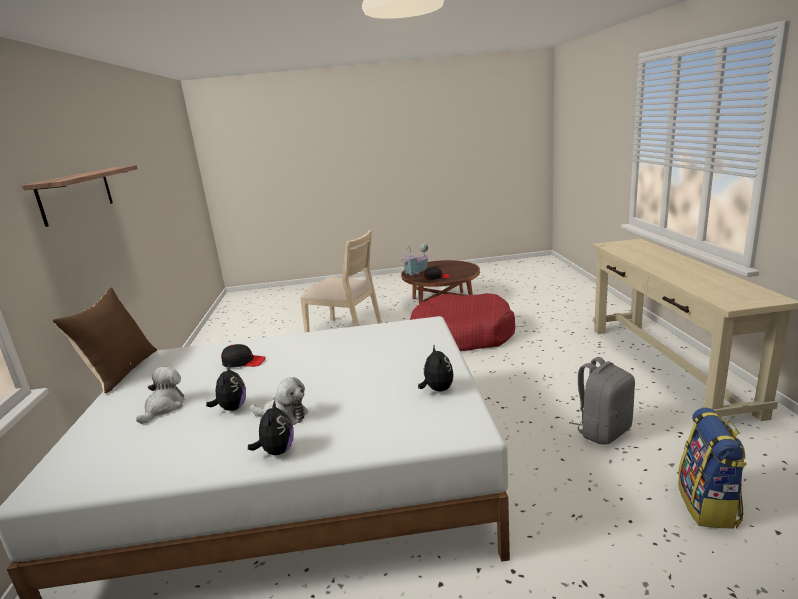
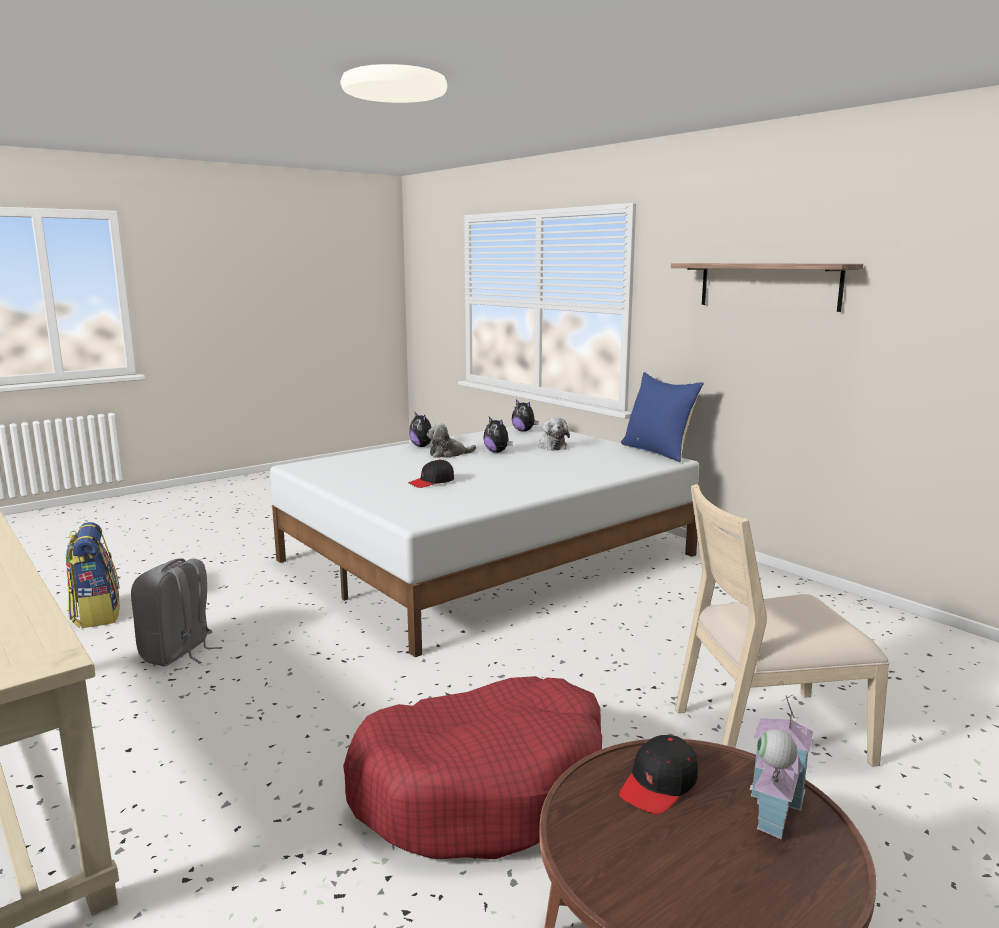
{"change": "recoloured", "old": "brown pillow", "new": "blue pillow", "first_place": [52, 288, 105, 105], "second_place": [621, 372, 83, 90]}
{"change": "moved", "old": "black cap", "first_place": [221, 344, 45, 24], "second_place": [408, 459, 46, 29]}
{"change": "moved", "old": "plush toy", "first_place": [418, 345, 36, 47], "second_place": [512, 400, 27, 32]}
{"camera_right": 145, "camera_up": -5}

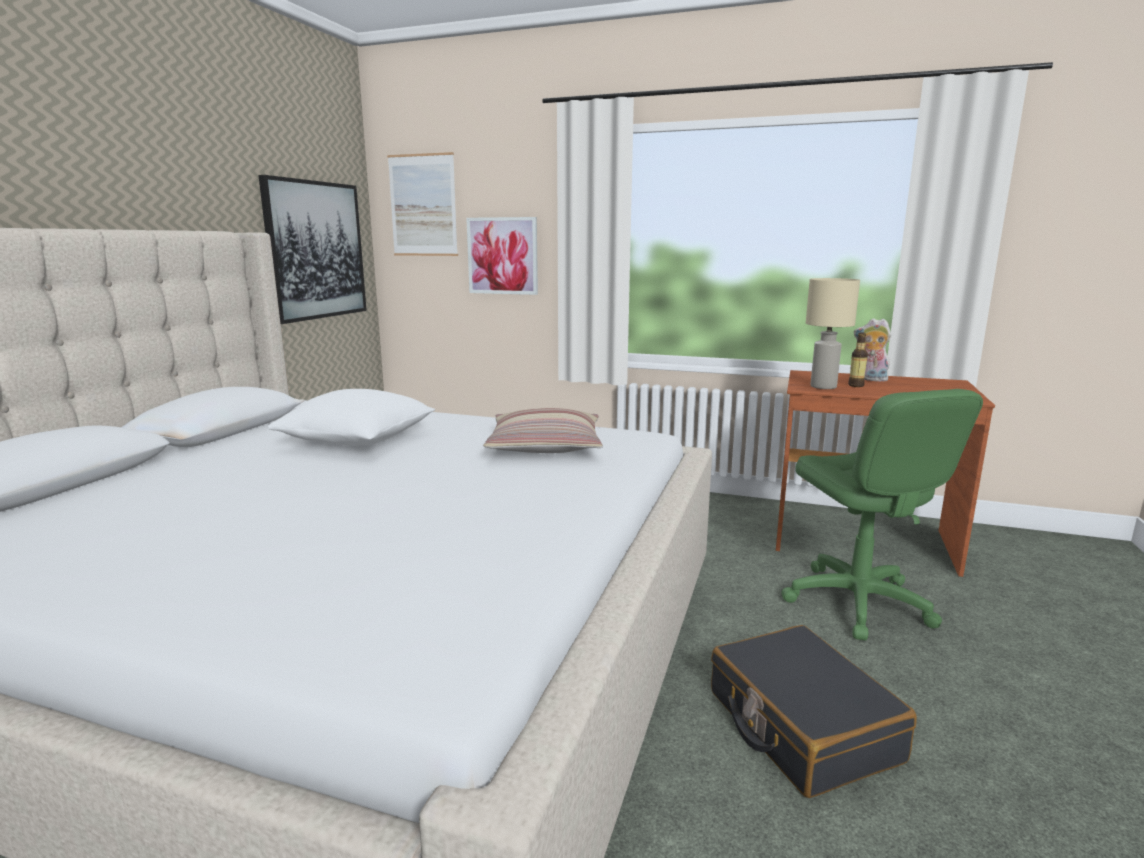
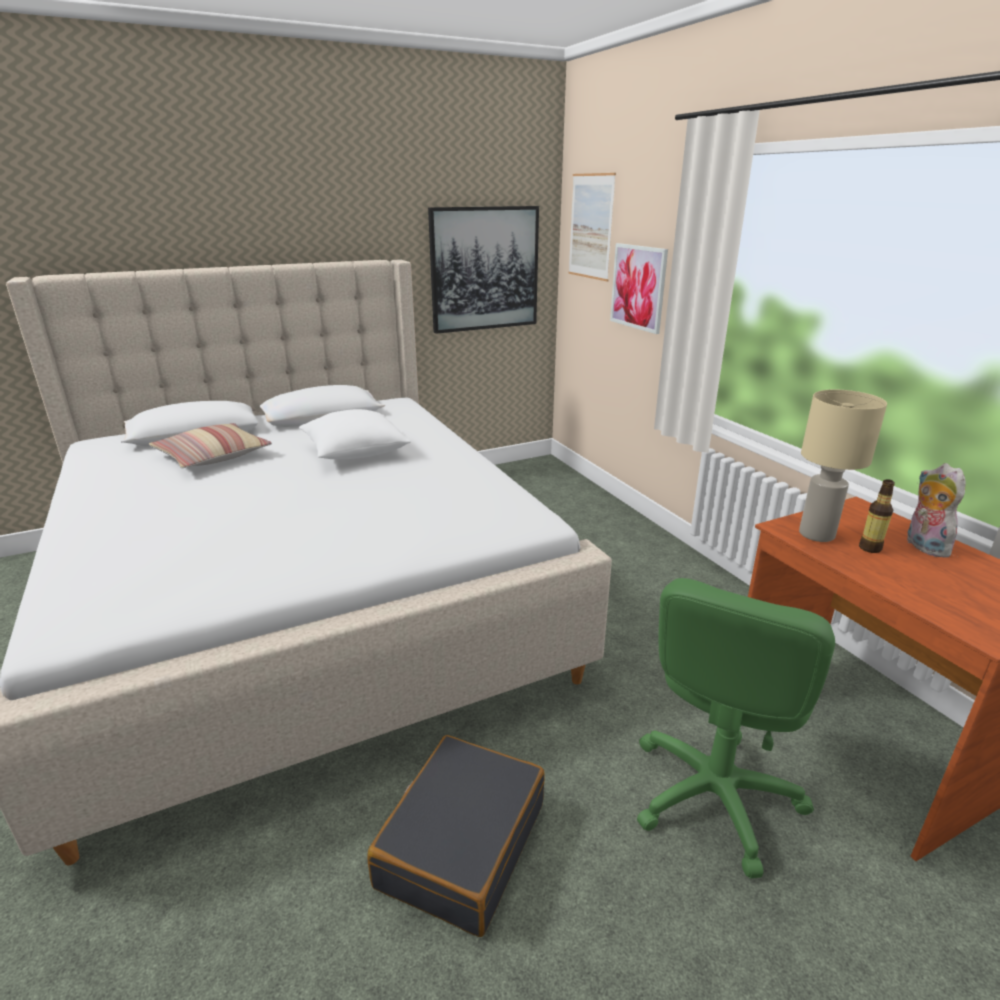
{"change": "moved", "old": "pillow", "first_place": [483, 408, 120, 45], "second_place": [149, 423, 123, 45]}
{"camera_right": 45, "camera_up": 10}

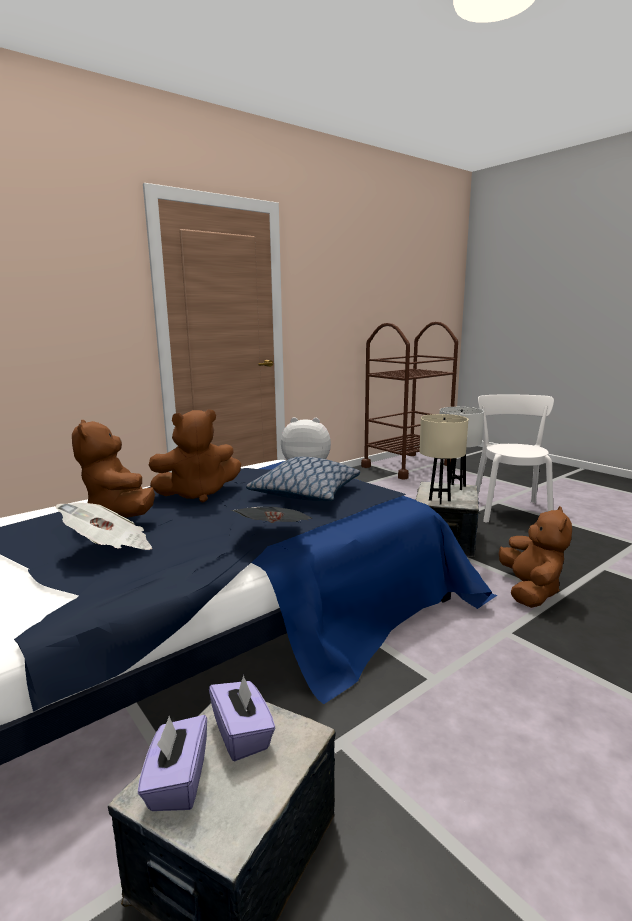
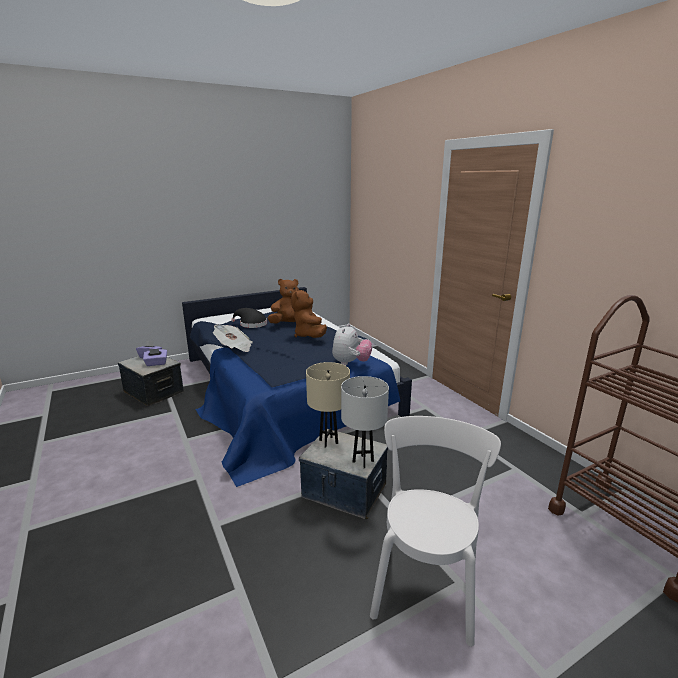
{"change": "turned", "old": "white chair", "first_place": [475, 395, 79, 127], "second_place": [370, 416, 131, 231], "degrees": -90}
{"change": "removed", "old": "pillow", "first_place": [246, 457, 114, 44]}
{"change": "replaced", "old": "newspaper", "new": "black hat", "first_place": [55, 503, 98, 47], "second_place": [231, 308, 36, 20]}
{"change": "removed", "old": "brown plush toy", "first_place": [499, 506, 73, 102]}
{"camera_right": 100, "camera_up": 5}

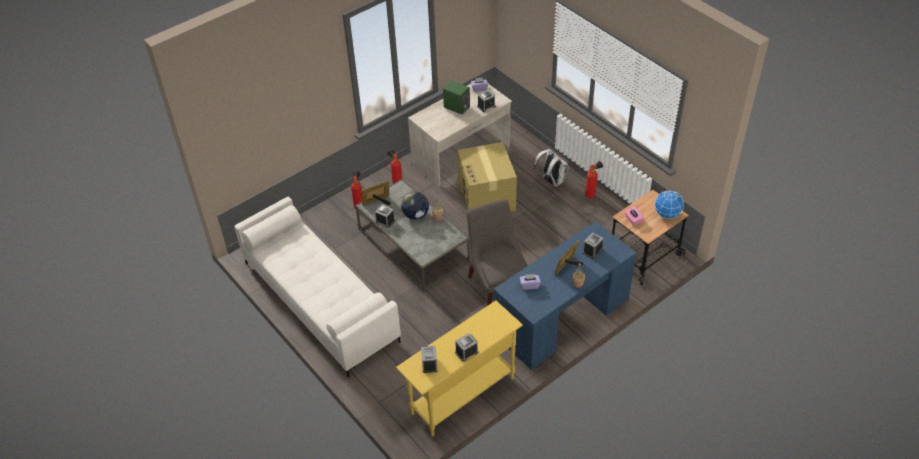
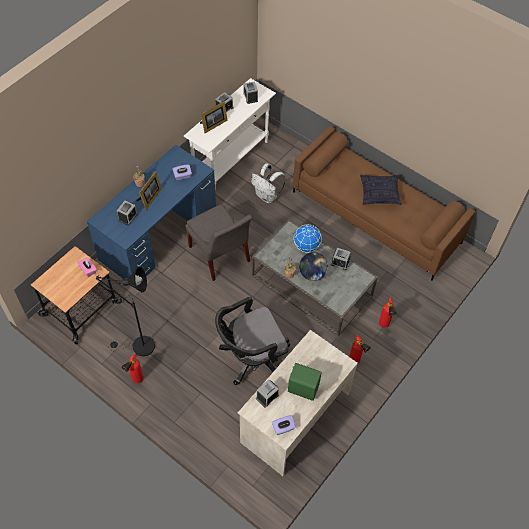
{"change": "replaced", "old": "cardboard box", "new": "black office chair", "first_place": [457, 142, 60, 70], "second_place": [215, 297, 75, 88]}
{"change": "moved", "old": "white backpack", "first_place": [534, 148, 35, 39], "second_place": [251, 163, 35, 40]}
{"change": "moved", "old": "picture frame", "first_place": [362, 181, 29, 24], "second_place": [200, 101, 28, 32]}
{"change": "moved", "old": "globe", "first_place": [654, 190, 30, 29], "second_place": [294, 225, 28, 28]}
{"change": "recoloured", "old": "white sofa", "new": "brown sofa", "first_place": [235, 197, 166, 180], "second_place": [293, 126, 182, 154]}
{"change": "recoloured", "old": "yellow console table", "new": "white console table", "first_place": [396, 300, 127, 137], "second_place": [184, 78, 92, 108]}
{"change": "added", "new": "pillow", "second_place": [360, 174, 42, 31]}
{"change": "added", "new": "black floor lamp", "second_place": [96, 267, 59, 89]}
{"camera_right": 165, "camera_up": 10}

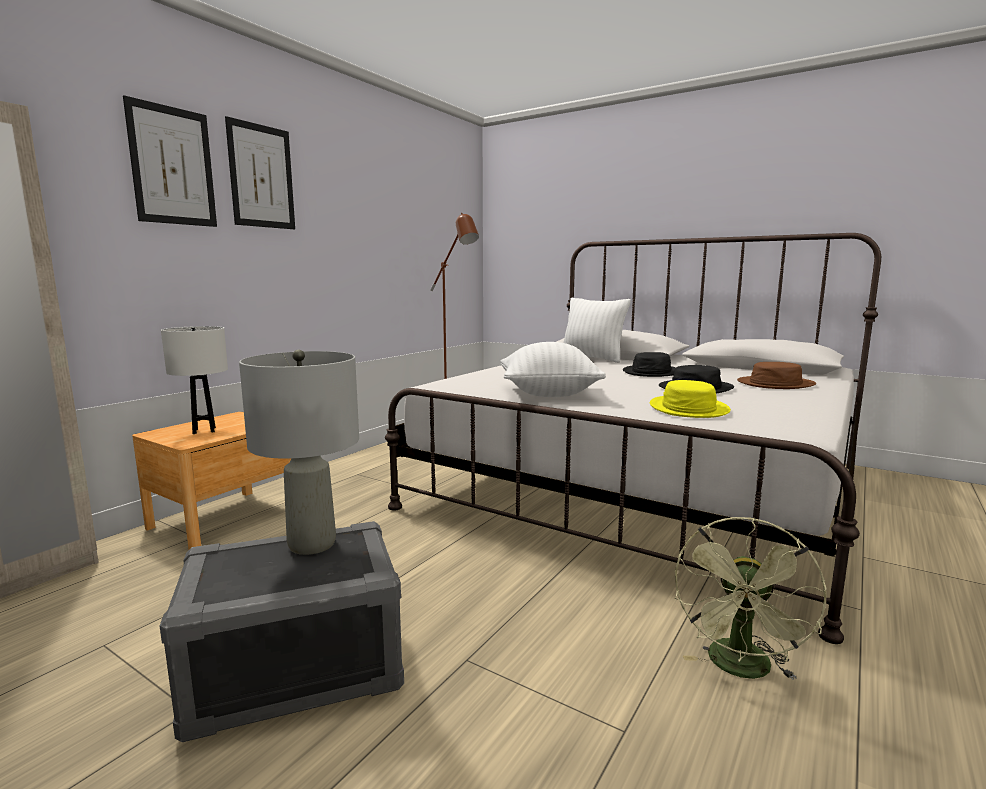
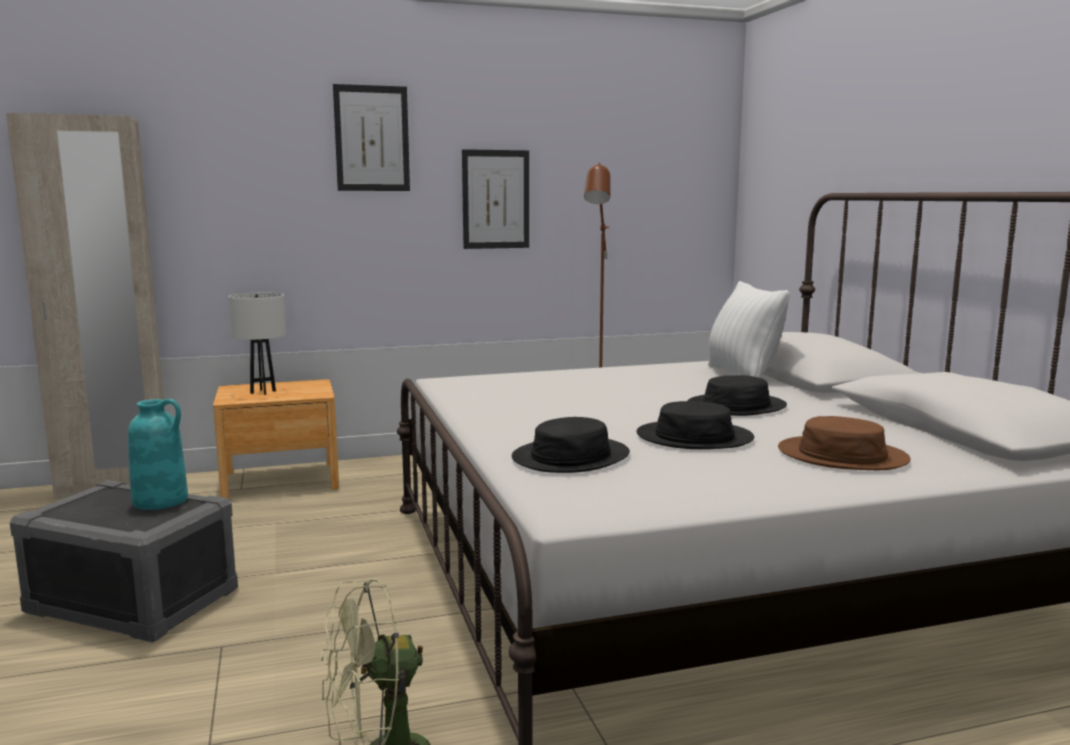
{"change": "moved", "old": "picture", "first_place": [123, 95, 94, 132], "second_place": [462, 149, 67, 100]}
{"change": "removed", "old": "white pillow", "first_place": [501, 342, 105, 55]}
{"change": "replaced", "old": "grey table lamp", "new": "turquoise vase", "first_place": [239, 350, 120, 205], "second_place": [128, 399, 60, 111]}
{"change": "recoloured", "old": "yellow hat", "new": "black hat", "first_place": [650, 380, 81, 38], "second_place": [512, 417, 118, 56]}
{"camera_right": 40, "camera_up": 0}

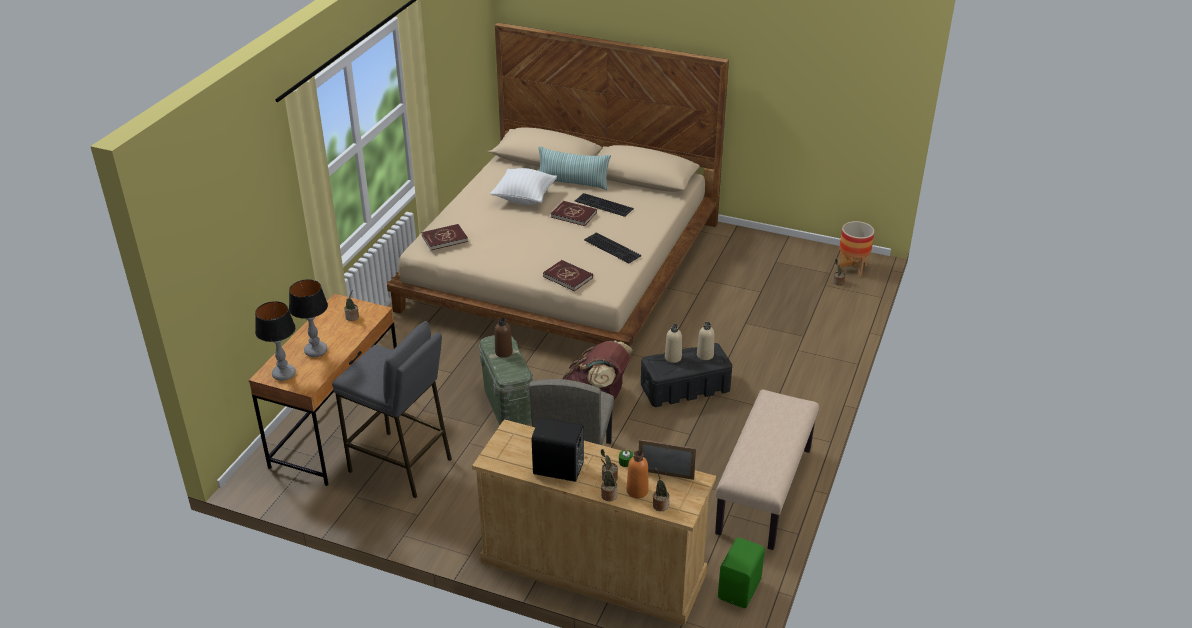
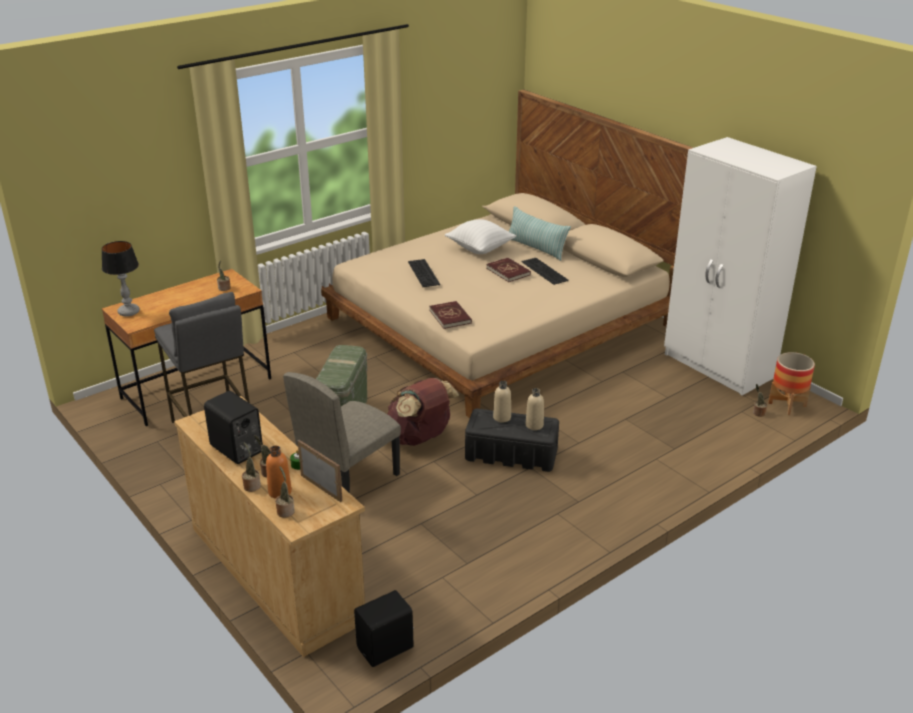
{"change": "removed", "old": "red book", "first_place": [422, 224, 46, 26]}
{"change": "moved", "old": "keyboard", "first_place": [584, 232, 57, 31], "second_place": [408, 259, 32, 28]}
{"change": "removed", "old": "table lamp", "first_place": [289, 279, 39, 78]}
{"change": "removed", "old": "brown bottle", "first_place": [495, 318, 18, 40]}
{"change": "removed", "old": "beige bench", "first_place": [715, 389, 104, 161]}
{"change": "recoloured", "old": "green speaker", "new": "black speaker", "first_place": [718, 538, 47, 70], "second_place": [354, 590, 60, 77]}
{"change": "added", "new": "white wardrobe", "second_place": [664, 137, 153, 258]}
{"camera_right": 30, "camera_up": -5}

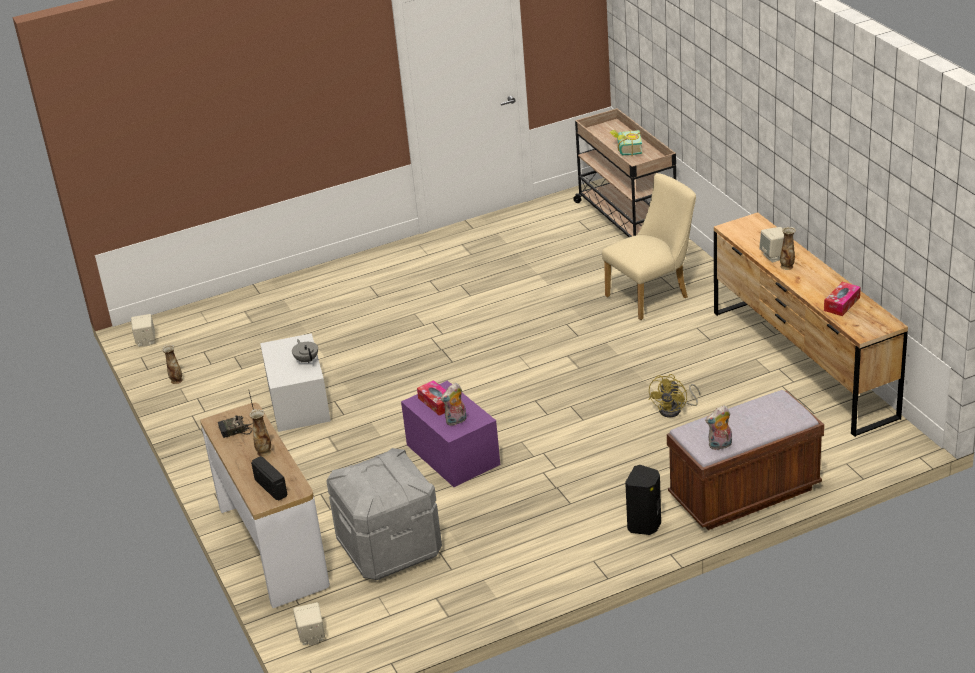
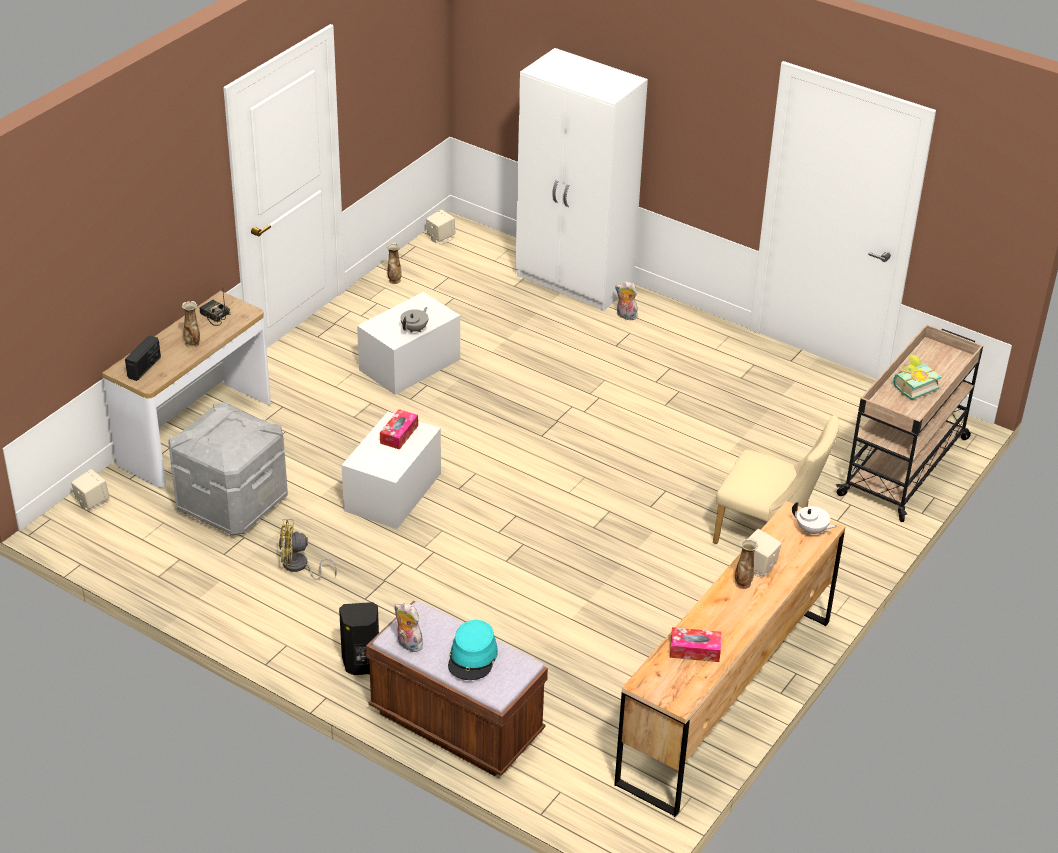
{"change": "moved", "old": "yellow fan", "first_place": [649, 374, 51, 43], "second_place": [279, 519, 58, 61]}
{"change": "recoloured", "old": "purple storage box", "new": "white storage box", "first_place": [401, 380, 99, 107], "second_place": [342, 412, 99, 117]}
{"change": "moved", "old": "plush toy", "first_place": [440, 383, 27, 43], "second_place": [615, 281, 23, 39]}
{"change": "added", "new": "white wardrobe", "second_place": [516, 48, 132, 263]}
{"change": "added", "new": "white teapot", "second_place": [792, 502, 46, 33]}
{"change": "added", "new": "turquoise hat", "second_place": [448, 620, 50, 60]}
{"camera_right": 55, "camera_up": 5}

